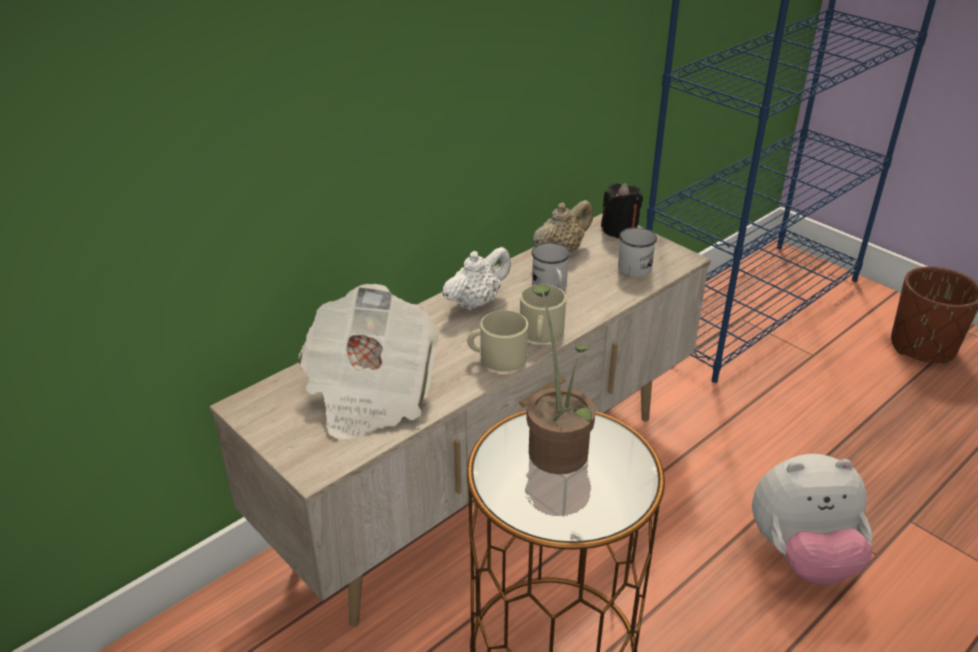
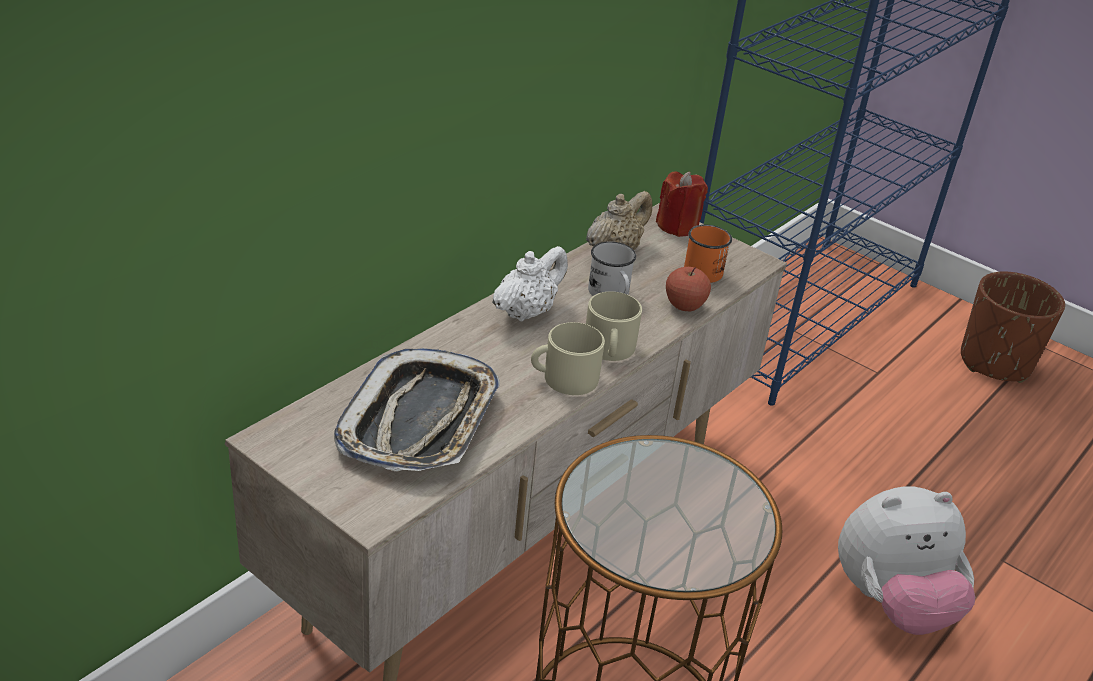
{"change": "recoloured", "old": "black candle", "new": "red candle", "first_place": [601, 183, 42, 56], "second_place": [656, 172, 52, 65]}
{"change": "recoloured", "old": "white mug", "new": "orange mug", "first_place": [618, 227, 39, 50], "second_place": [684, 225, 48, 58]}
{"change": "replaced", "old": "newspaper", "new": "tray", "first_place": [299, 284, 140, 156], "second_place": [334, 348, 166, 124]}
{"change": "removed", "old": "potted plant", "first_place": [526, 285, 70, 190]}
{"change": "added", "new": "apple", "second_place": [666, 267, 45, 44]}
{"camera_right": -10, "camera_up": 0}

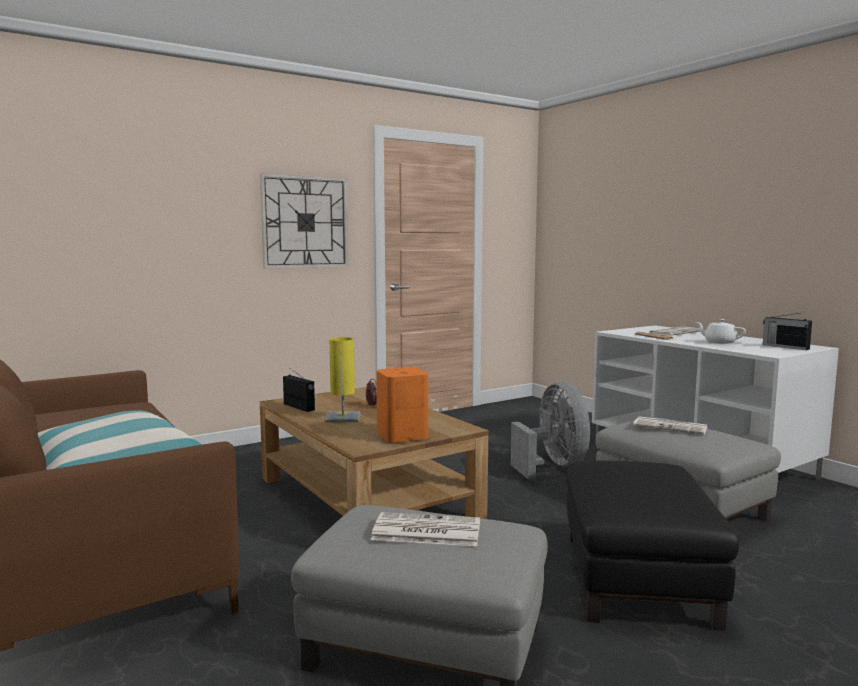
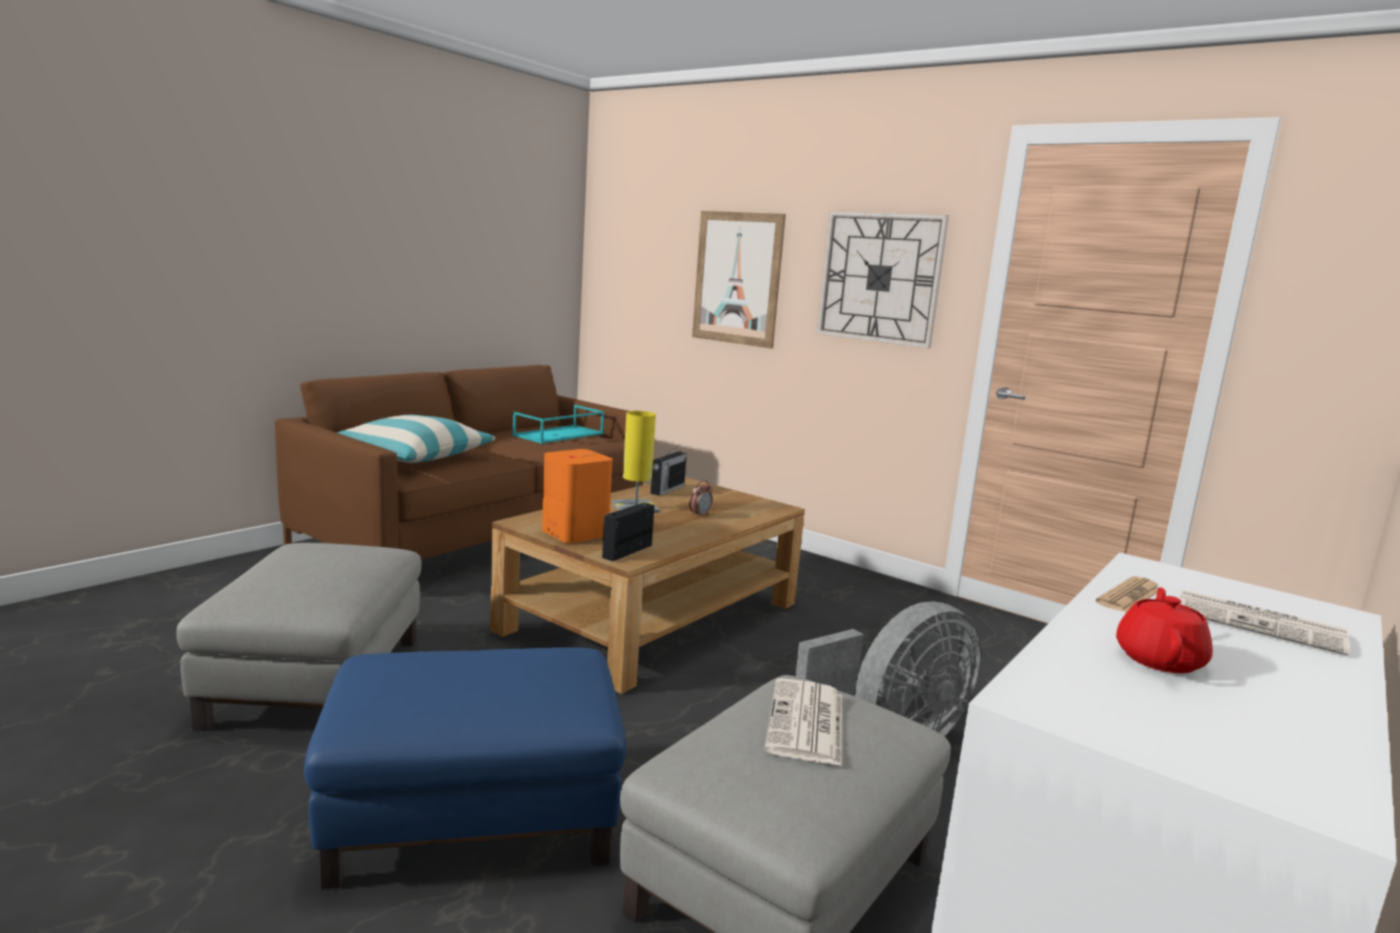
{"change": "moved", "old": "radio", "first_place": [763, 312, 49, 38], "second_place": [602, 502, 52, 59]}
{"change": "recoloured", "old": "white teapot", "new": "red teapot", "first_place": [696, 319, 50, 25], "second_place": [1116, 587, 97, 86]}
{"change": "recoloured", "old": "black ottoman", "new": "blue ottoman", "first_place": [566, 461, 173, 170], "second_place": [304, 647, 322, 243]}
{"change": "removed", "old": "newspaper", "first_place": [371, 512, 109, 34]}
{"change": "added", "new": "picture", "second_place": [692, 211, 94, 138]}
{"change": "added", "new": "turquoise tray", "second_place": [512, 405, 92, 39]}
{"camera_right": 70, "camera_up": 5}

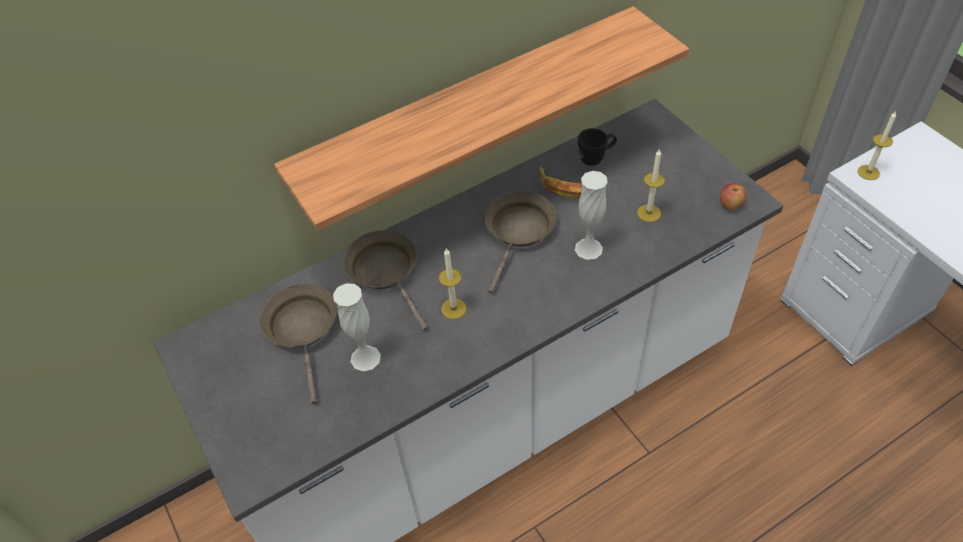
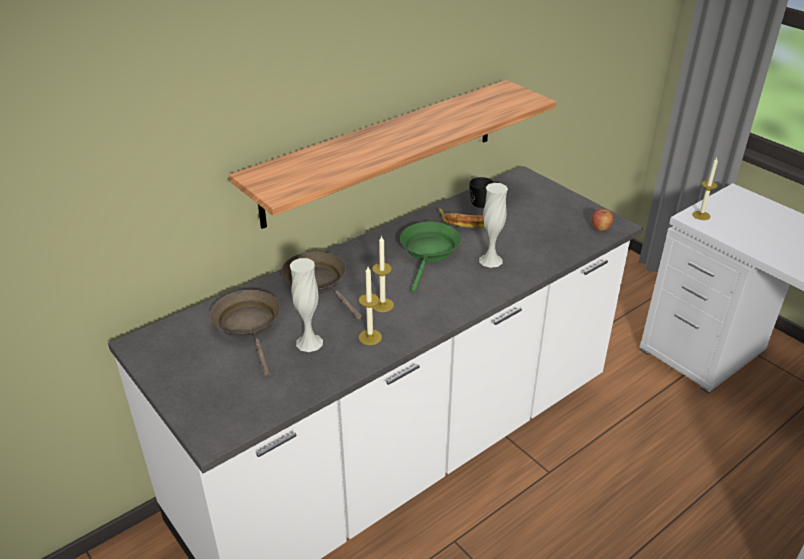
{"change": "moved", "old": "candle", "first_place": [637, 148, 28, 74], "second_place": [359, 267, 23, 78]}
{"change": "recoloured", "old": "brown frying pan", "new": "green frying pan", "first_place": [485, 191, 71, 103], "second_place": [400, 222, 61, 71]}
{"camera_right": -10, "camera_up": -15}

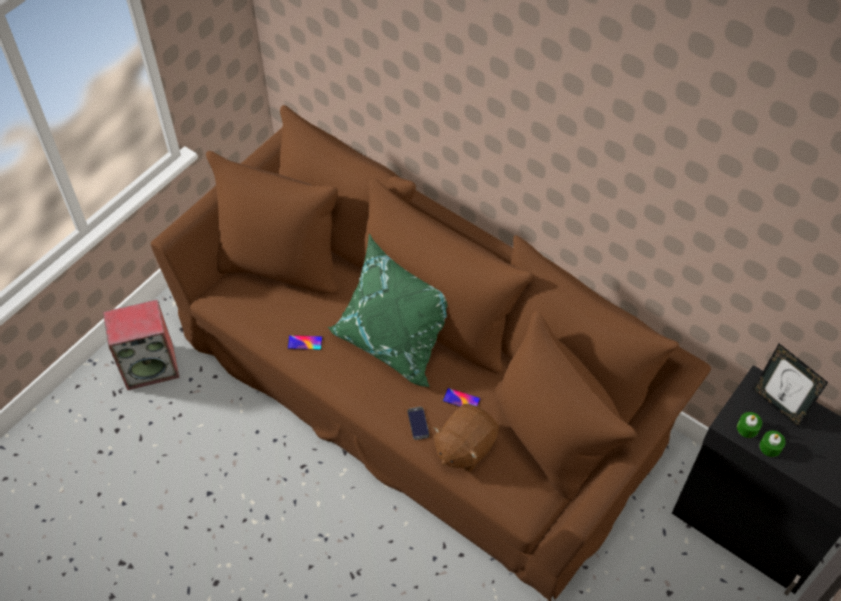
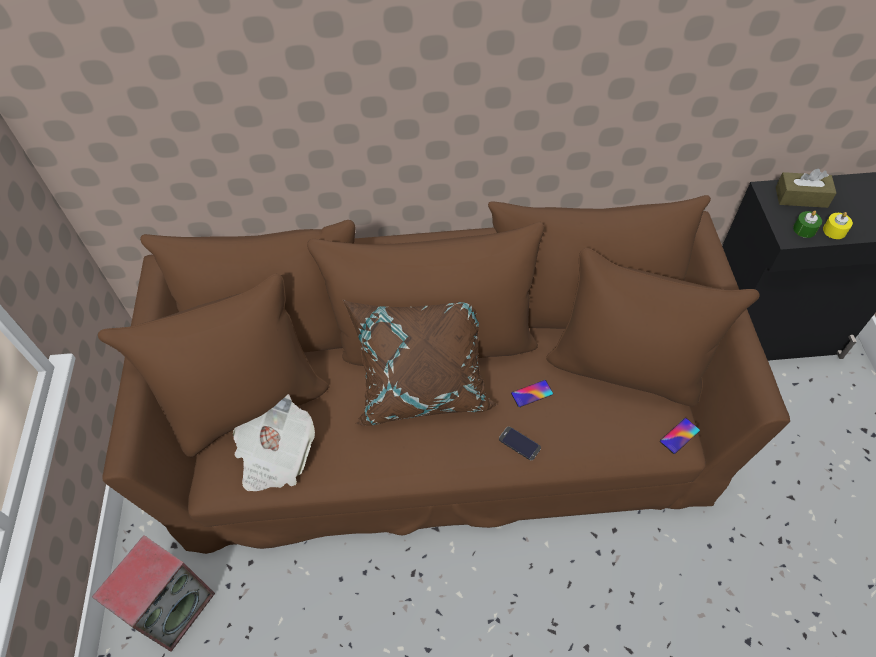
{"change": "recoloured", "old": "green pillow", "new": "brown pillow", "first_place": [328, 234, 120, 154], "second_place": [342, 299, 157, 127]}
{"change": "moved", "old": "phone", "first_place": [288, 335, 35, 15], "second_place": [660, 418, 40, 36]}
{"change": "replaced", "old": "picture frame", "new": "brown tissue box", "first_place": [753, 343, 75, 85], "second_place": [776, 169, 61, 39]}
{"change": "removed", "old": "brown plush toy", "first_place": [433, 404, 66, 68]}
{"change": "recoloured", "old": "green candle", "new": "yellow candle", "first_place": [760, 431, 26, 26], "second_place": [823, 212, 30, 27]}
{"change": "added", "new": "newspaper", "second_place": [233, 394, 82, 97]}
{"camera_right": -40, "camera_up": 0}

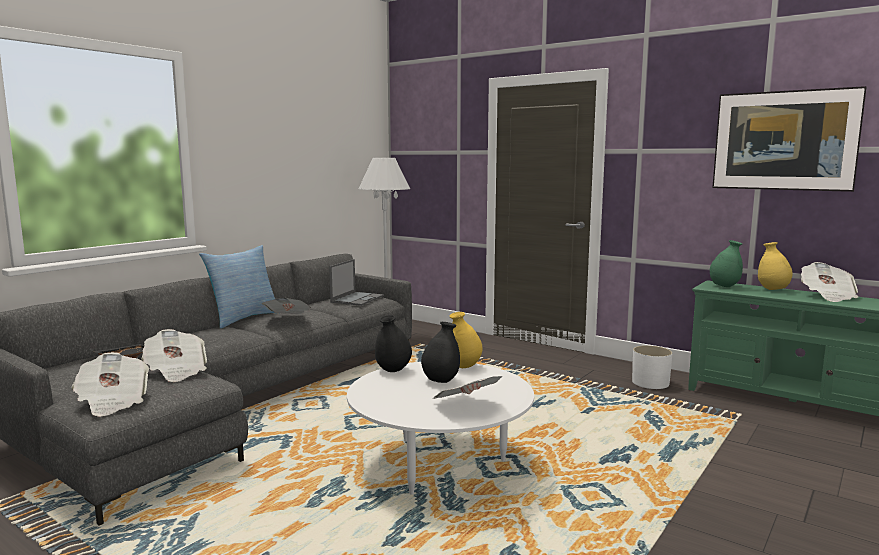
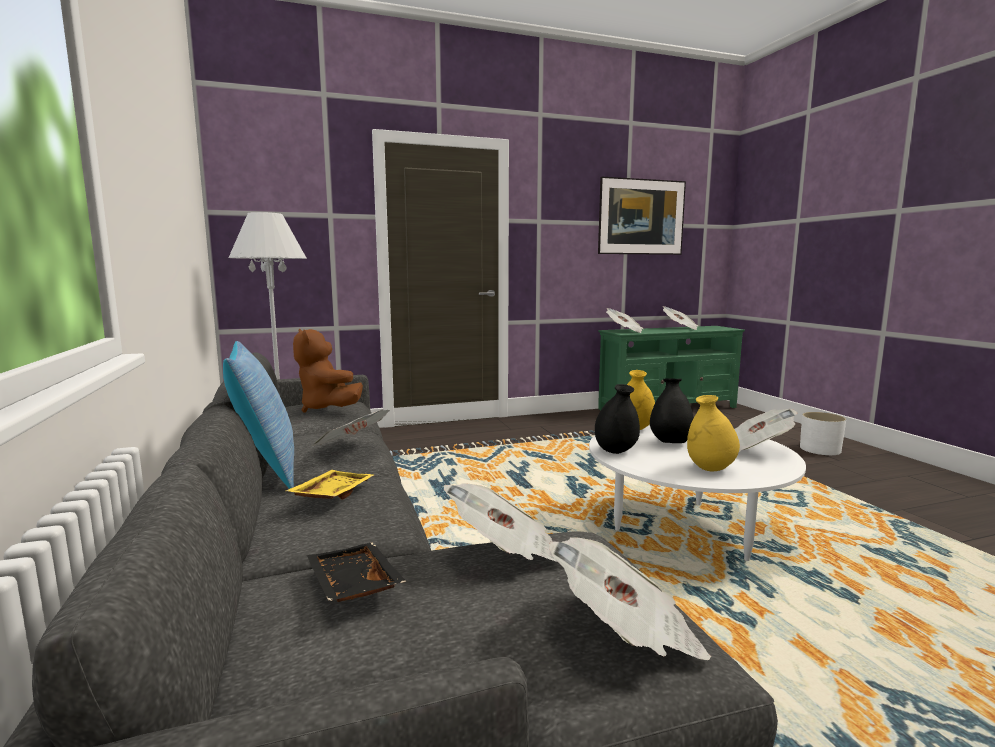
{"change": "replaced", "old": "green vase", "new": "newspaper", "first_place": [710, 240, 33, 47], "second_place": [606, 308, 37, 25]}
{"change": "moved", "old": "yellow vase", "first_place": [758, 242, 35, 48], "second_place": [687, 395, 53, 76]}
{"change": "replaced", "old": "laptop", "new": "brown plush toy", "first_place": [329, 259, 55, 47], "second_place": [293, 329, 70, 84]}
{"change": "moved", "old": "white planter", "first_place": [632, 345, 40, 44], "second_place": [800, 412, 46, 43]}
{"change": "added", "new": "yellow tray", "second_place": [286, 470, 88, 30]}
{"camera_right": -55, "camera_up": 0}

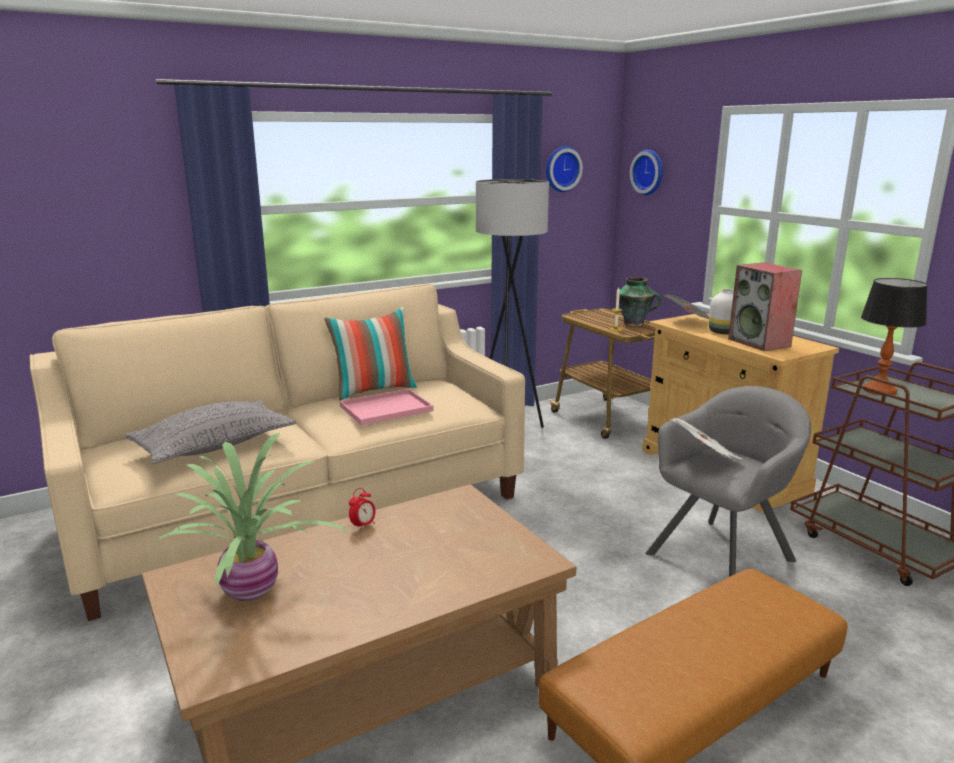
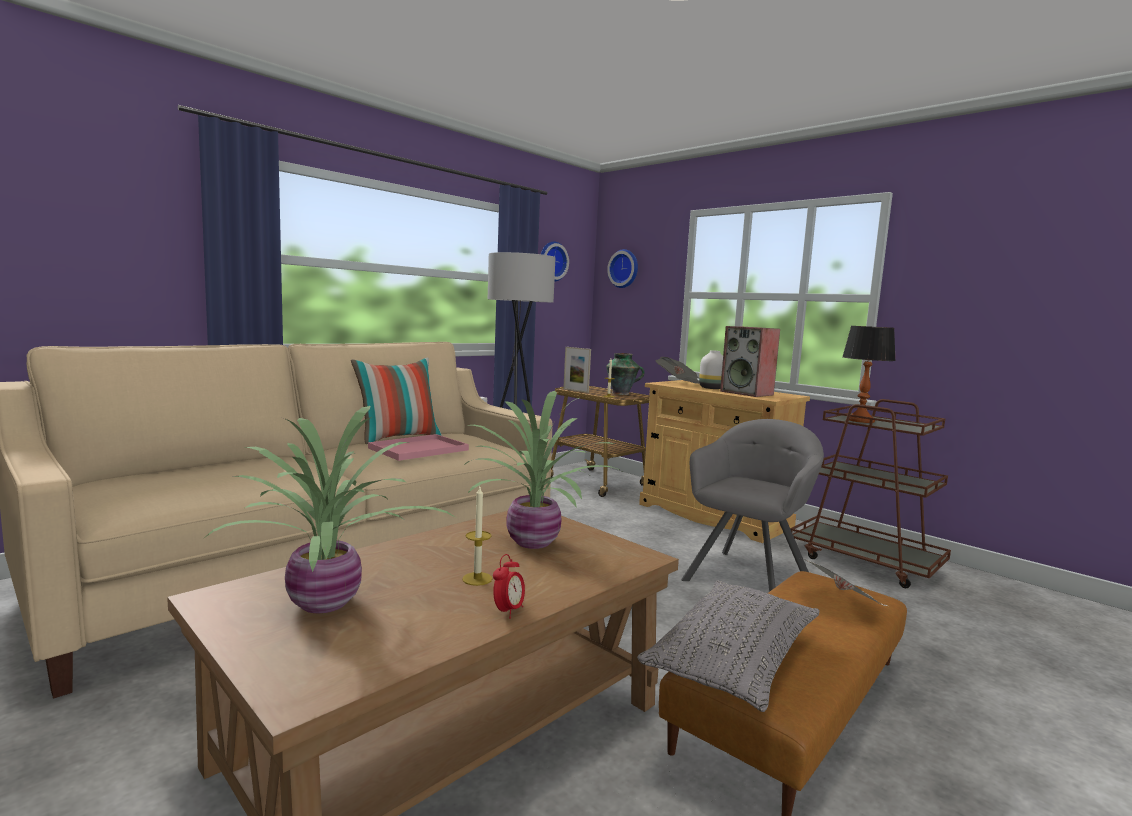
{"change": "moved", "old": "grey pillow", "first_place": [125, 400, 172, 64], "second_place": [637, 580, 183, 132]}
{"change": "moved", "old": "newspaper", "first_place": [671, 418, 71, 41], "second_place": [800, 558, 87, 48]}
{"change": "moved", "old": "alarm clock", "first_place": [349, 488, 26, 43], "second_place": [493, 554, 32, 65]}
{"change": "added", "new": "picture frame", "second_place": [563, 347, 28, 46]}
{"change": "added", "new": "potted plant", "second_place": [464, 391, 160, 158]}
{"change": "added", "new": "candle", "second_place": [462, 487, 30, 99]}
{"camera_right": -15, "camera_up": -10}

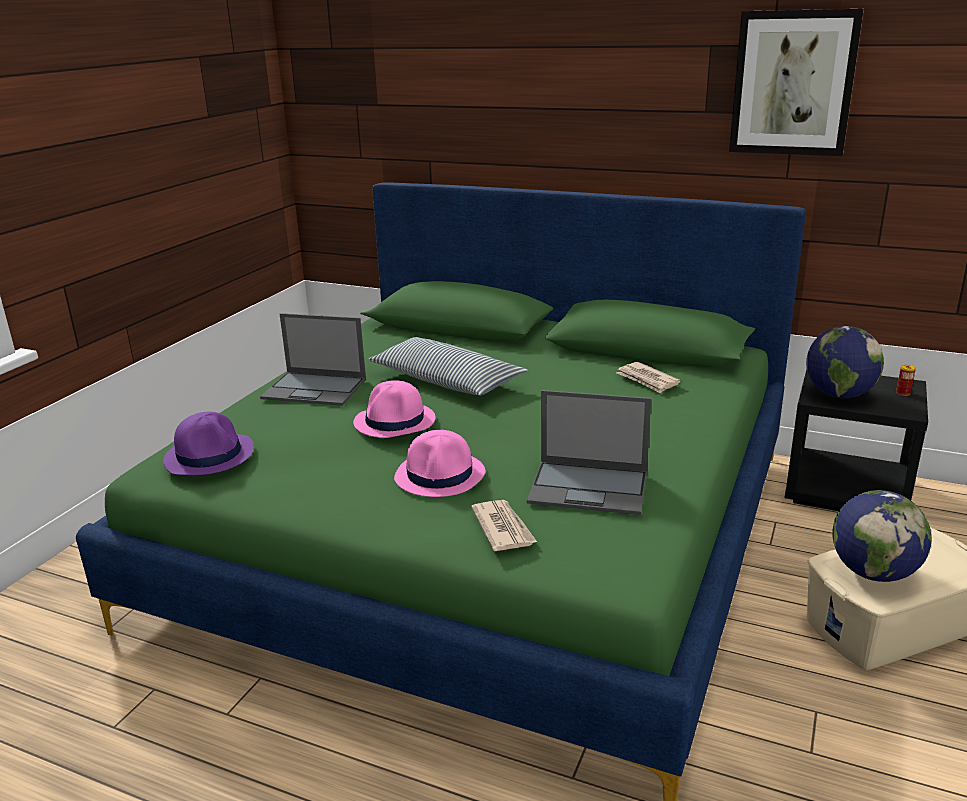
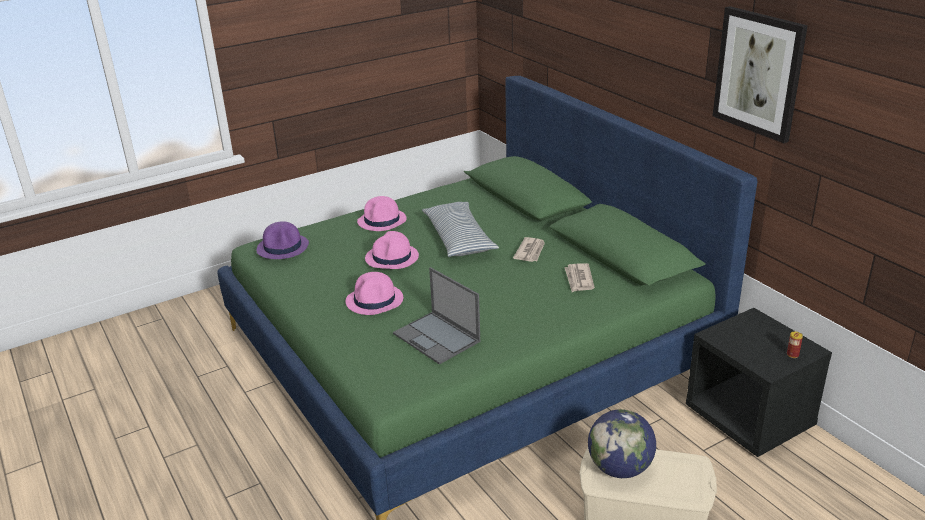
{"change": "replaced", "old": "laptop", "new": "pink hat", "first_place": [260, 313, 106, 93], "second_place": [357, 196, 50, 35]}
{"change": "removed", "old": "globe", "first_place": [806, 326, 78, 72]}
{"change": "moved", "old": "newspaper", "first_place": [471, 500, 66, 51], "second_place": [513, 237, 32, 25]}
{"camera_right": 35, "camera_up": 5}

